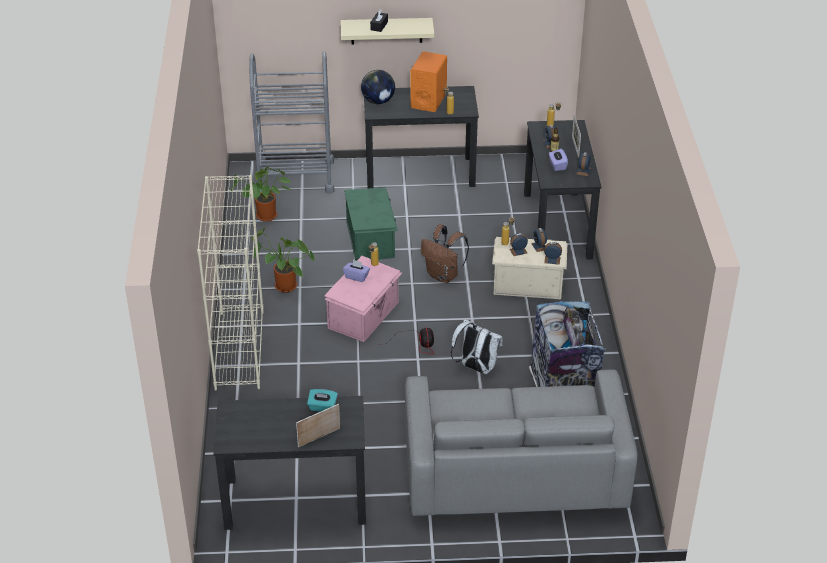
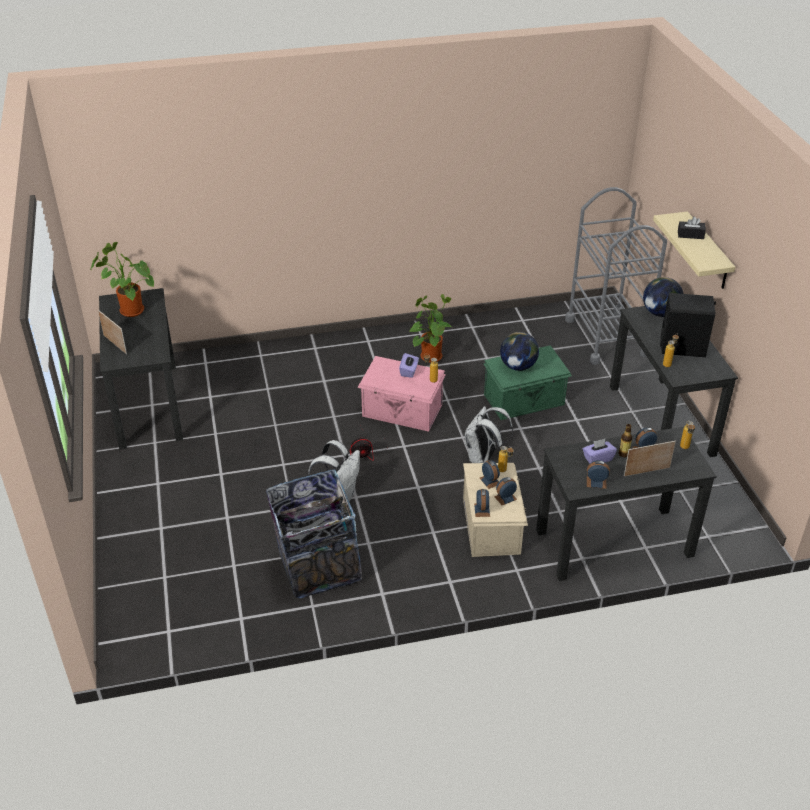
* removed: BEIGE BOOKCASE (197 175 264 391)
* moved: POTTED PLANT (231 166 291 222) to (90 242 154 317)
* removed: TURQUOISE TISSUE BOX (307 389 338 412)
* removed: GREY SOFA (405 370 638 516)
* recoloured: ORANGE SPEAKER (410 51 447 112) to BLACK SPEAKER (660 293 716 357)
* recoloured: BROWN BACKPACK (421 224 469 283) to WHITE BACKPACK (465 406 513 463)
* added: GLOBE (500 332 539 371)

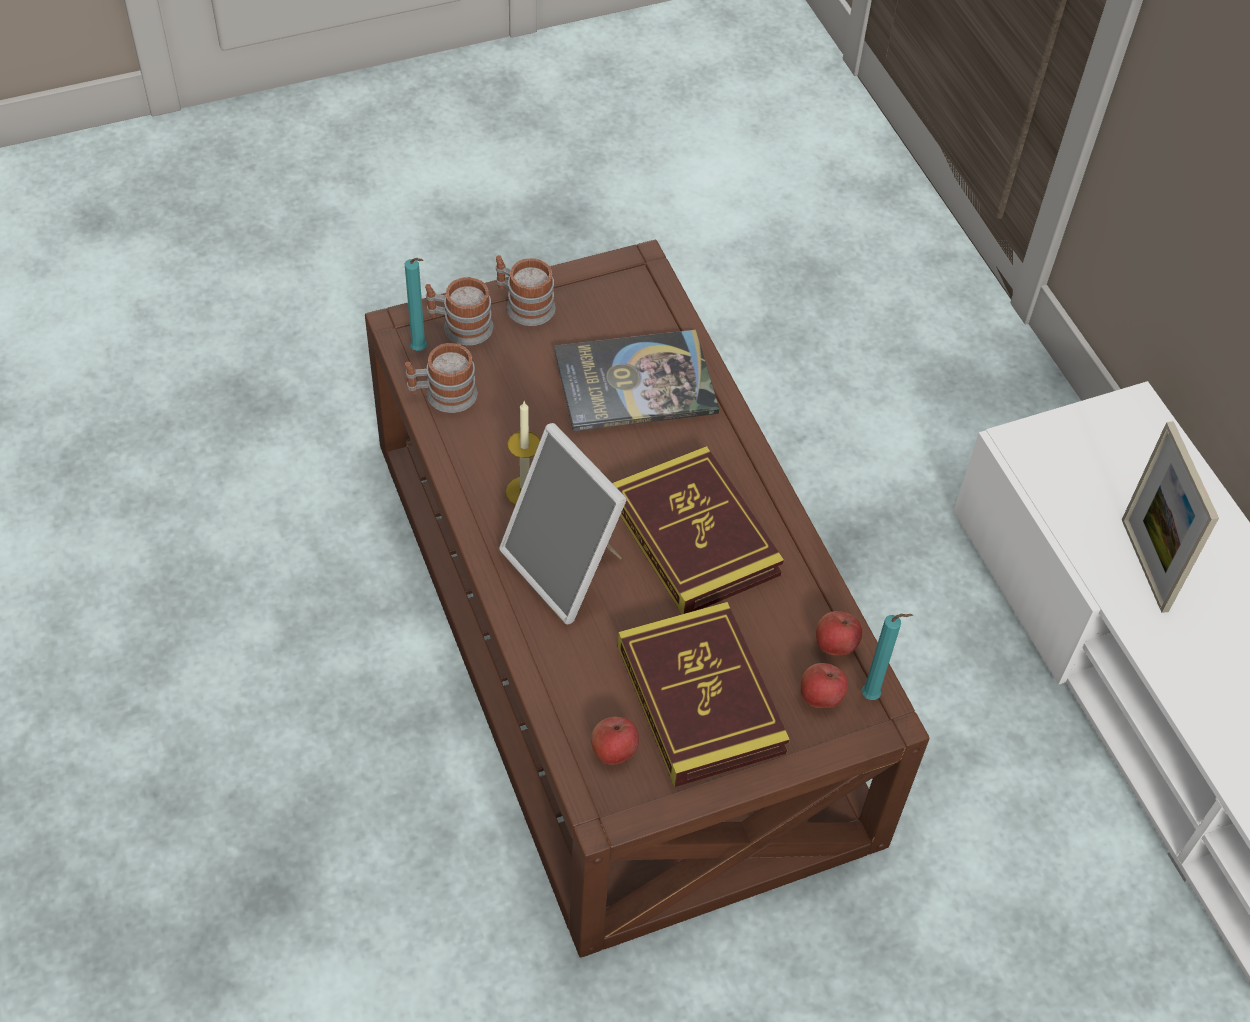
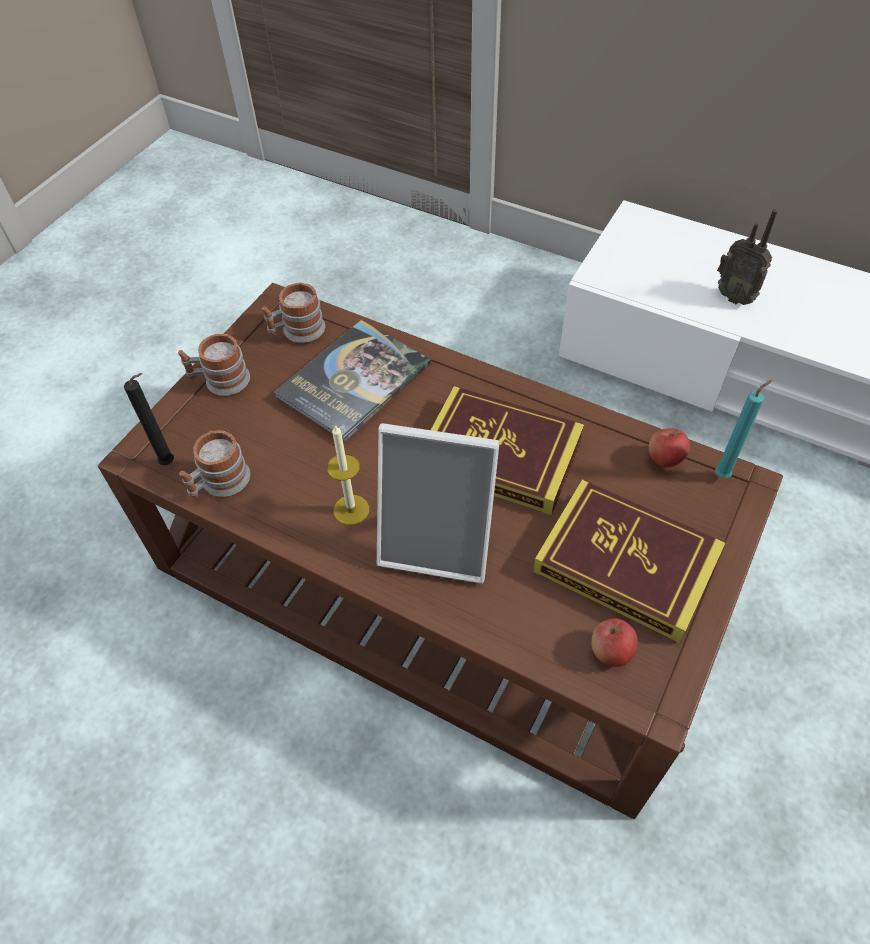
* recoloured: TURQUOISE CANDLE (405 258 427 351) to BLACK CANDLE (124 373 174 465)
* moved: MUG (425 277 493 345) to (262 282 325 343)
* removed: APPLE (801 663 848 708)
* replaced: PICTURE FRAME (1122 421 1219 613) to RADIO (717 209 777 305)

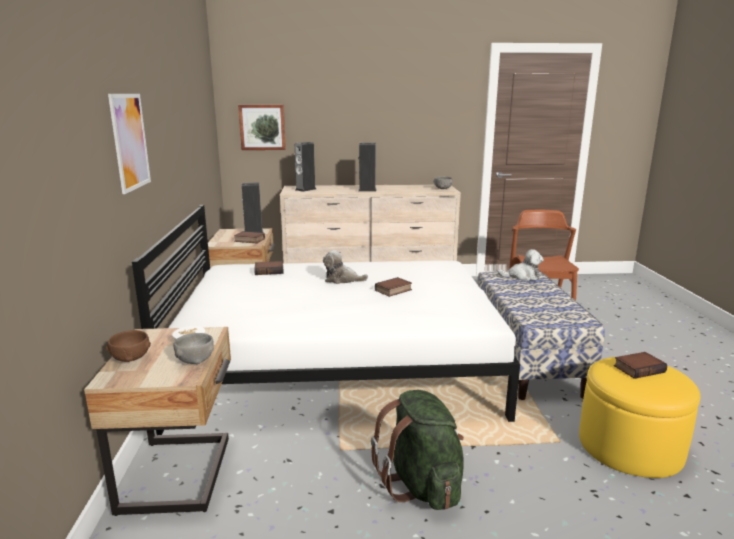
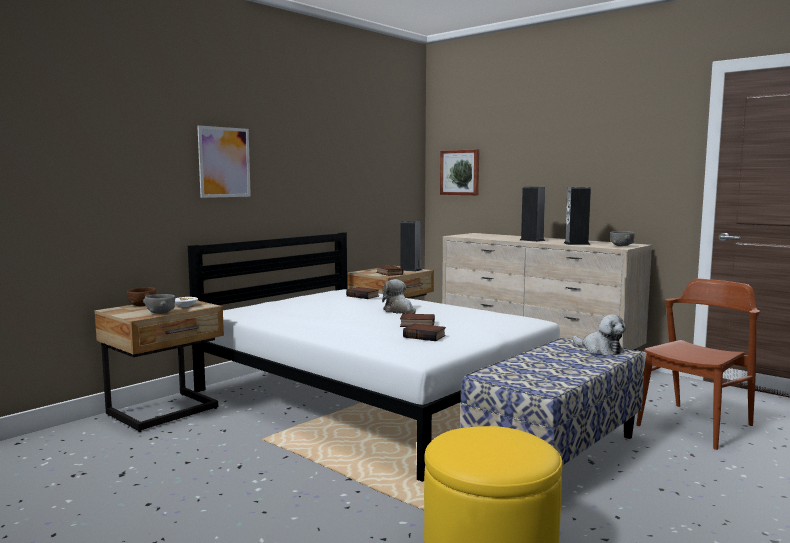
* moved: SPEAKER (295 142 316 192) to (564 187 591 245)
* removed: GREEN BACKPACK (371 390 464 510)
* moved: BOOK (614 352 667 379) to (403 324 446 341)

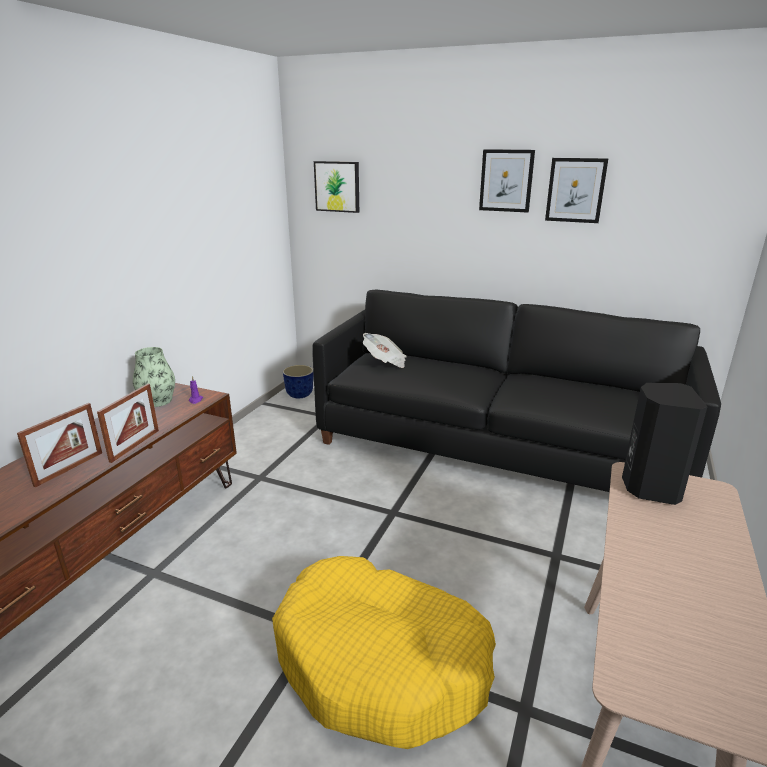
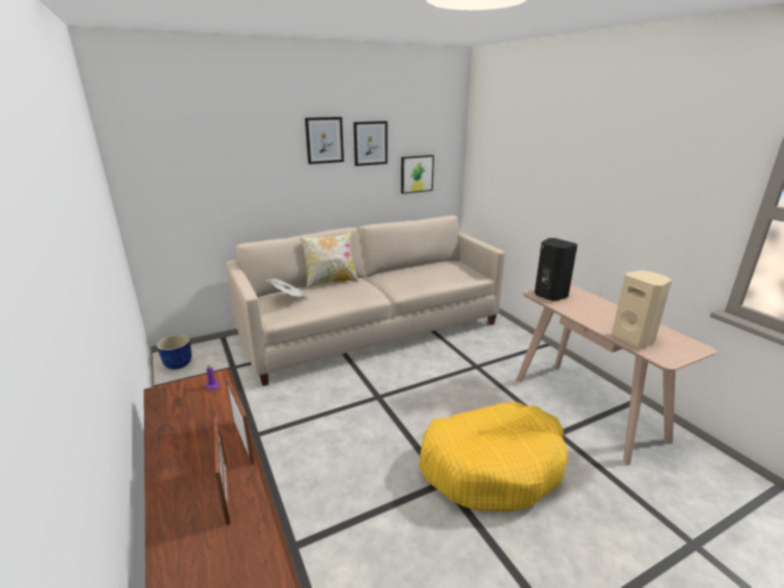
* removed: VASE (133 347 175 407)
* recoloured: BLACK SOFA (312 290 721 492) to BEIGE SOFA (226 215 505 386)
* moved: PICTURE (314 161 359 213) to (401 155 434 194)
* added: PILLOW (300 231 358 288)
* added: BEIGE SPEAKER (612 270 672 348)

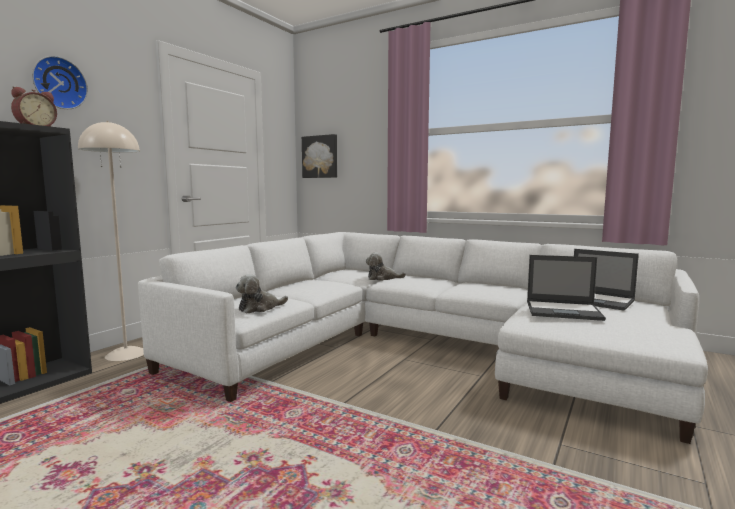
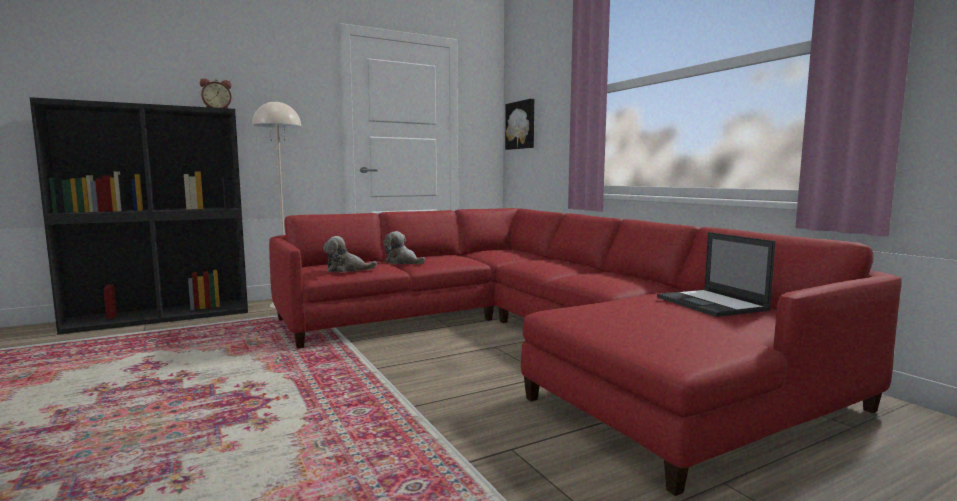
* removed: WALL CLOCK (32 56 88 109)
* recoloured: WHITE SOFA (138 232 708 444) to RED SOFA (269 208 902 496)
* moved: PLUSH TOY (366 252 406 281) to (384 231 425 264)
* removed: LAPTOP (527 255 606 321)

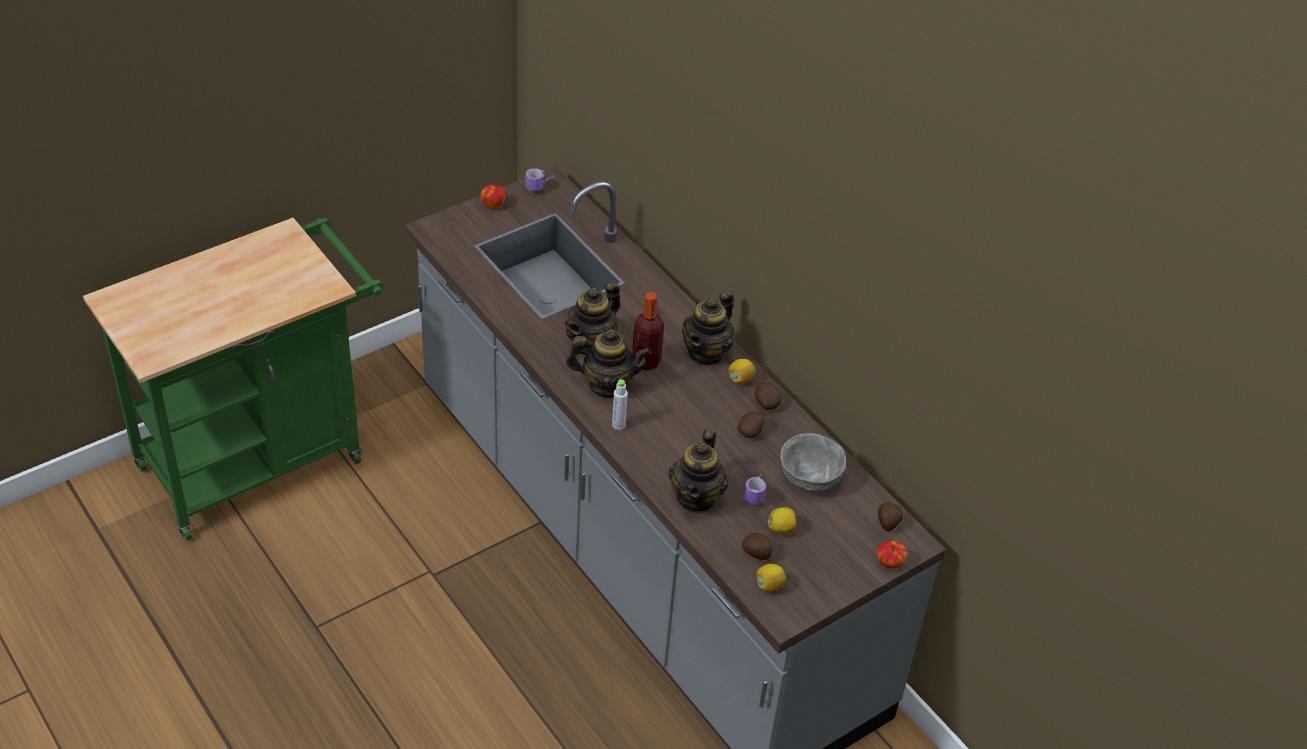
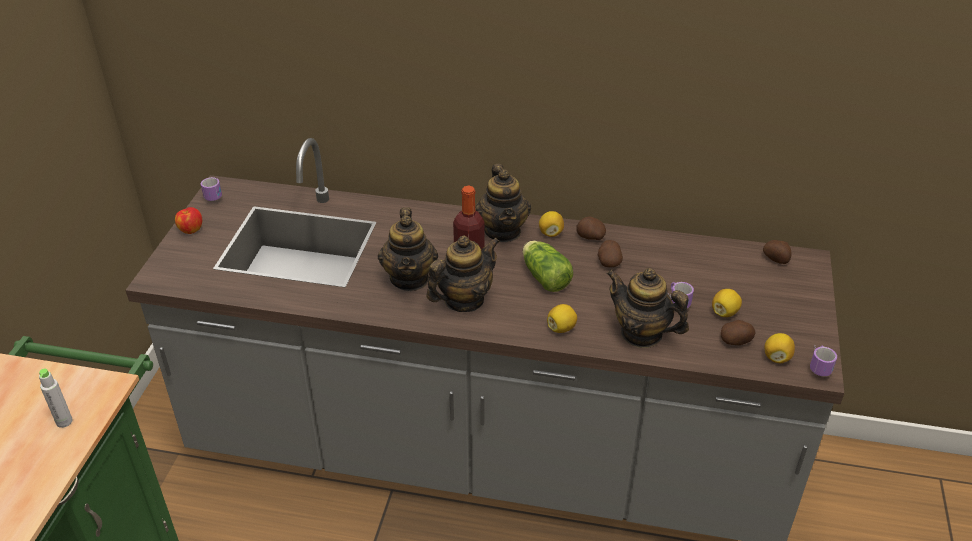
* moved: GREY BOTTLE (612 379 628 430) to (39 368 73 428)
* turned: TEAPOT (669 428 728 513) = (606 268 689 348) 150 degrees clockwise
* removed: GREY BOWL (780 433 846 492)
* removed: APPLE (877 540 907 568)
* added: LETTUCE (523 241 573 292)
* added: LEMON (547 304 577 333)
* added: MUG (810 345 837 376)

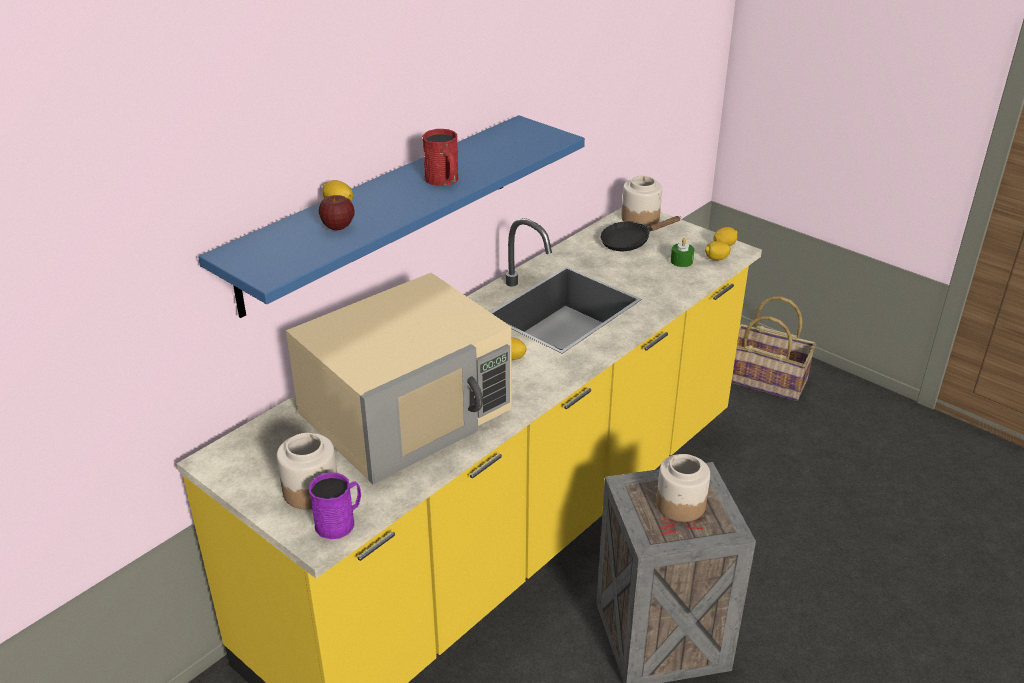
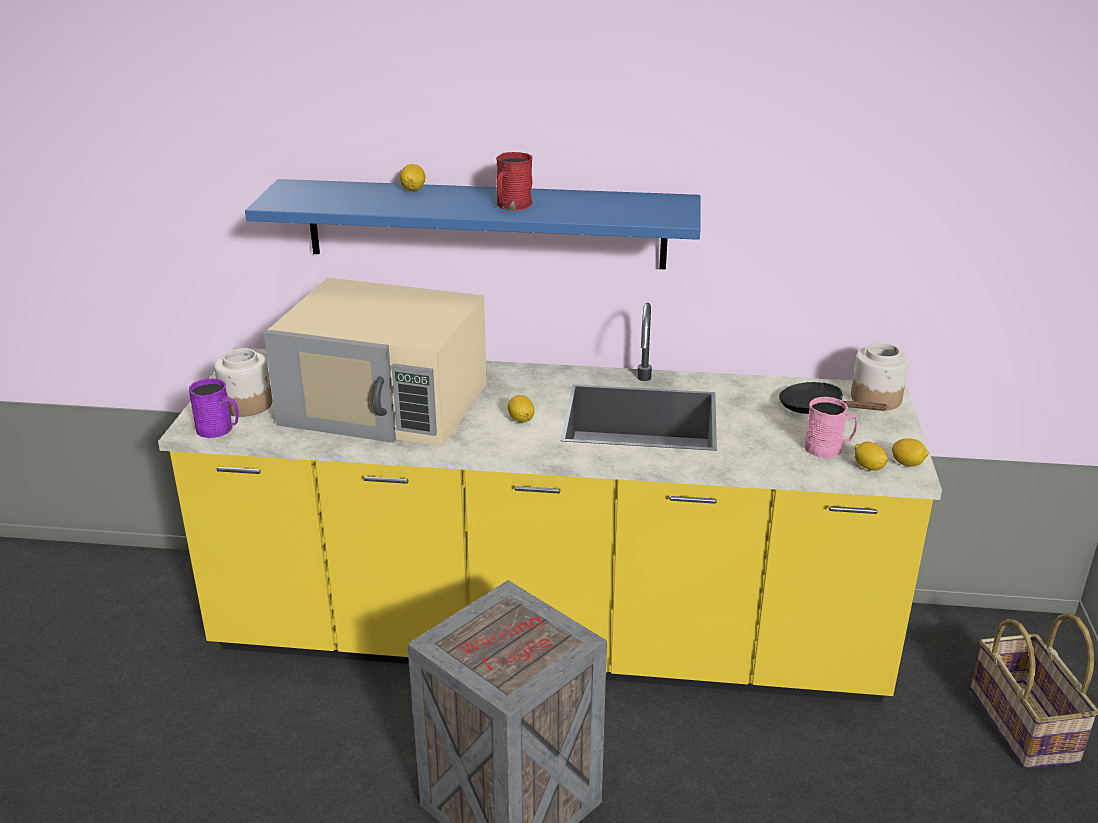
* removed: APPLE (319 195 355 230)
* removed: JAR (656 454 710 522)
* replaced: GREEN CANDLE (671 238 694 267) to PINK MUG (804 397 857 458)

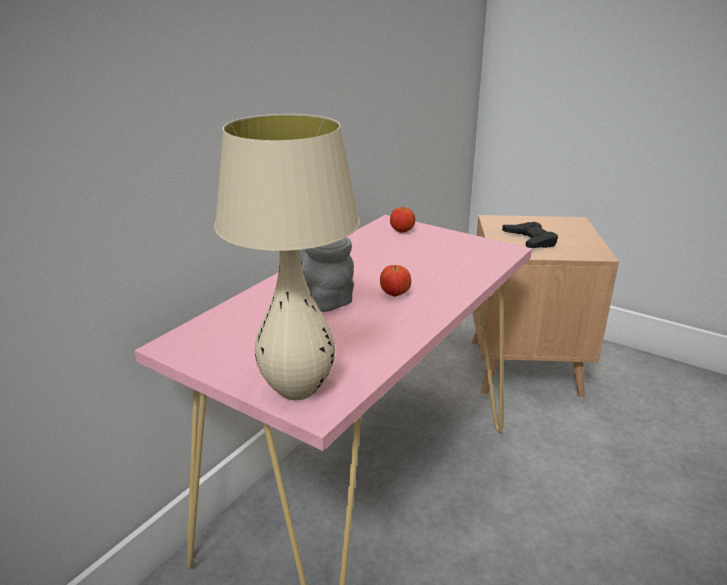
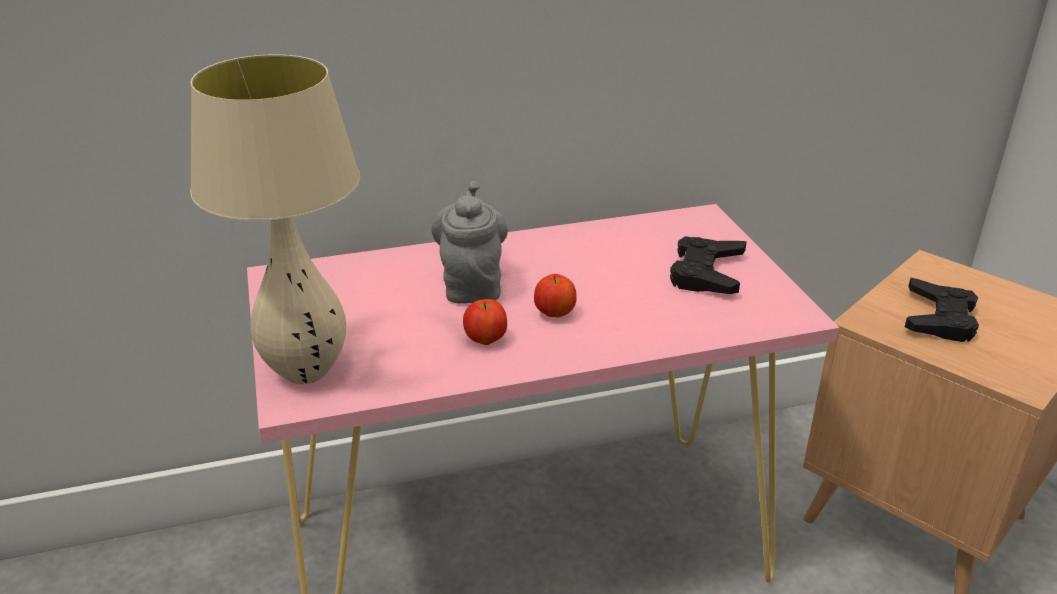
* moved: APPLE (390 207 415 233) to (463 299 507 345)
* added: BLACK GAME CONTROLLER (670 236 747 294)

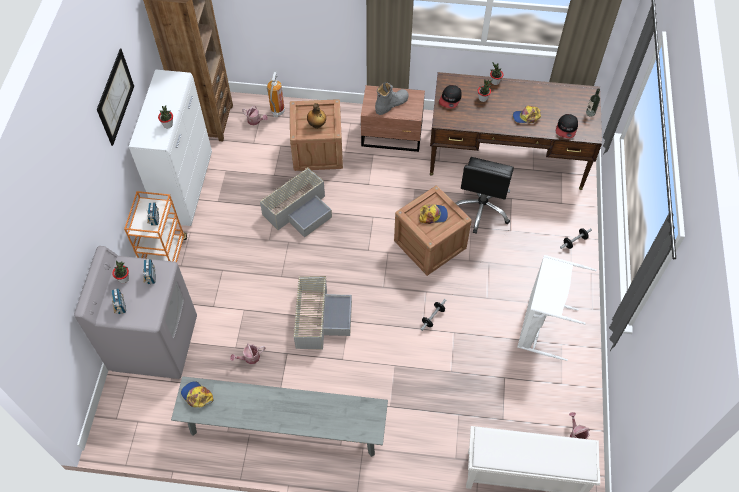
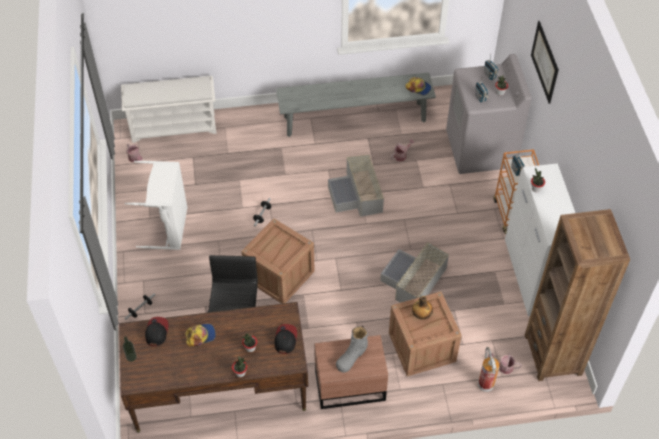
* moved: PICTURE (97 49 134 146) to (531 21 559 104)
* removed: CAP (419 204 448 224)

